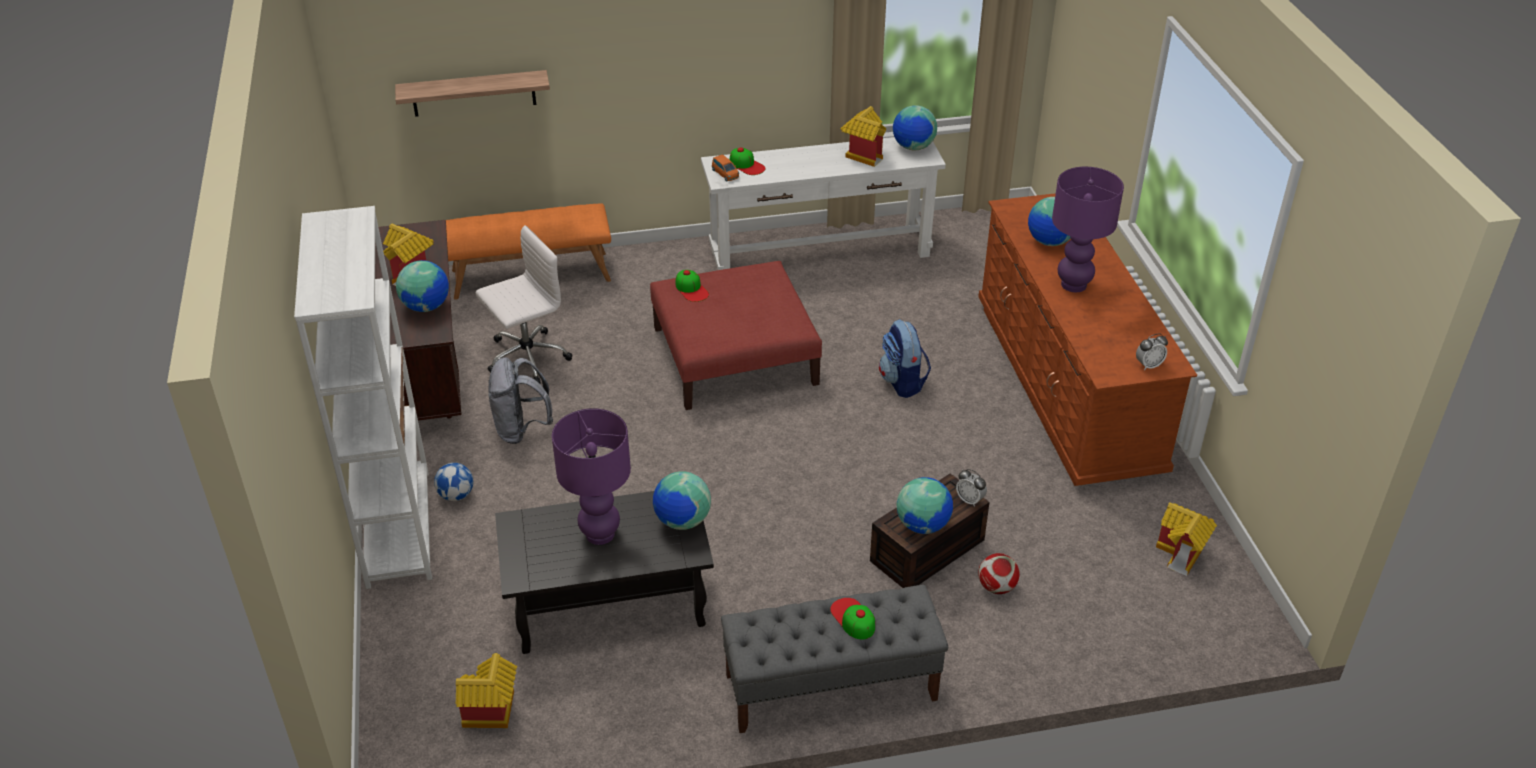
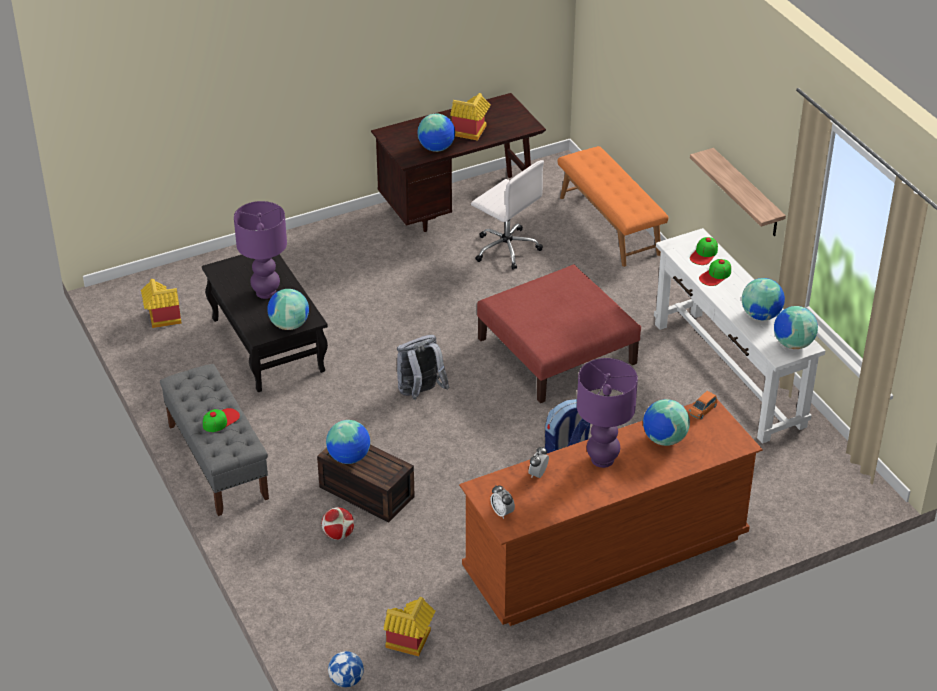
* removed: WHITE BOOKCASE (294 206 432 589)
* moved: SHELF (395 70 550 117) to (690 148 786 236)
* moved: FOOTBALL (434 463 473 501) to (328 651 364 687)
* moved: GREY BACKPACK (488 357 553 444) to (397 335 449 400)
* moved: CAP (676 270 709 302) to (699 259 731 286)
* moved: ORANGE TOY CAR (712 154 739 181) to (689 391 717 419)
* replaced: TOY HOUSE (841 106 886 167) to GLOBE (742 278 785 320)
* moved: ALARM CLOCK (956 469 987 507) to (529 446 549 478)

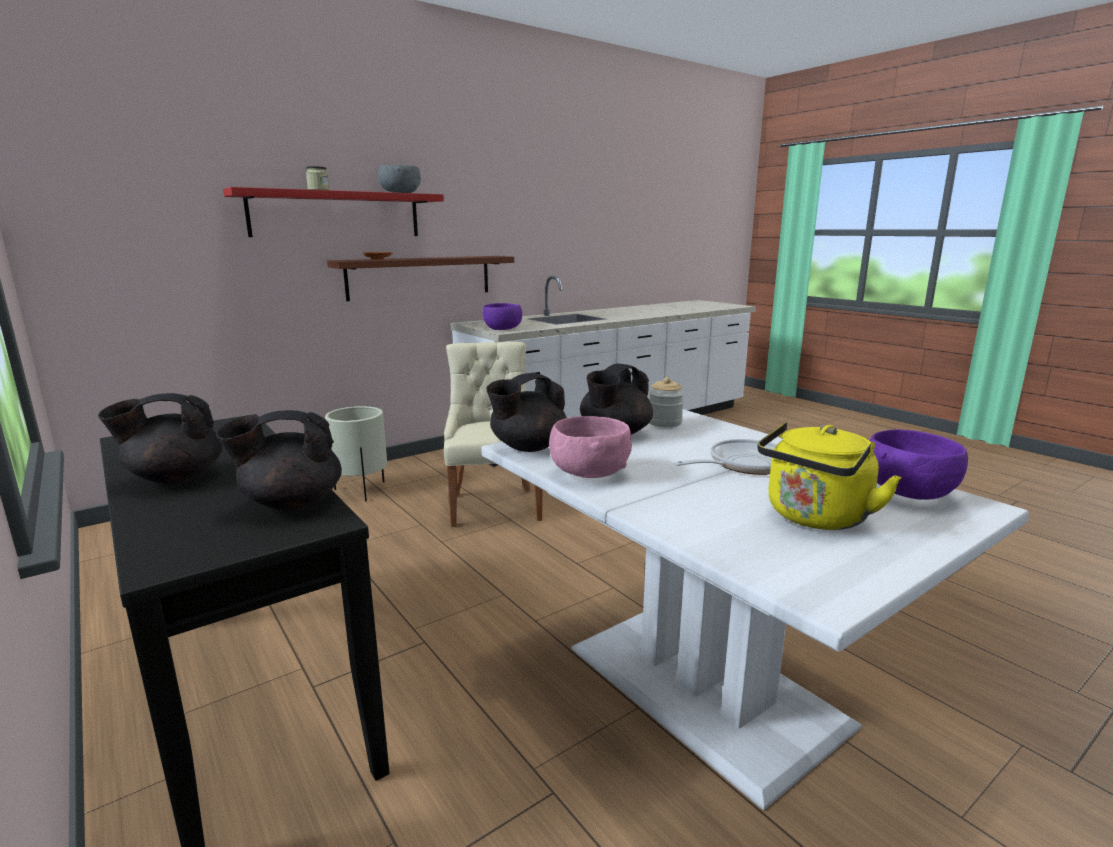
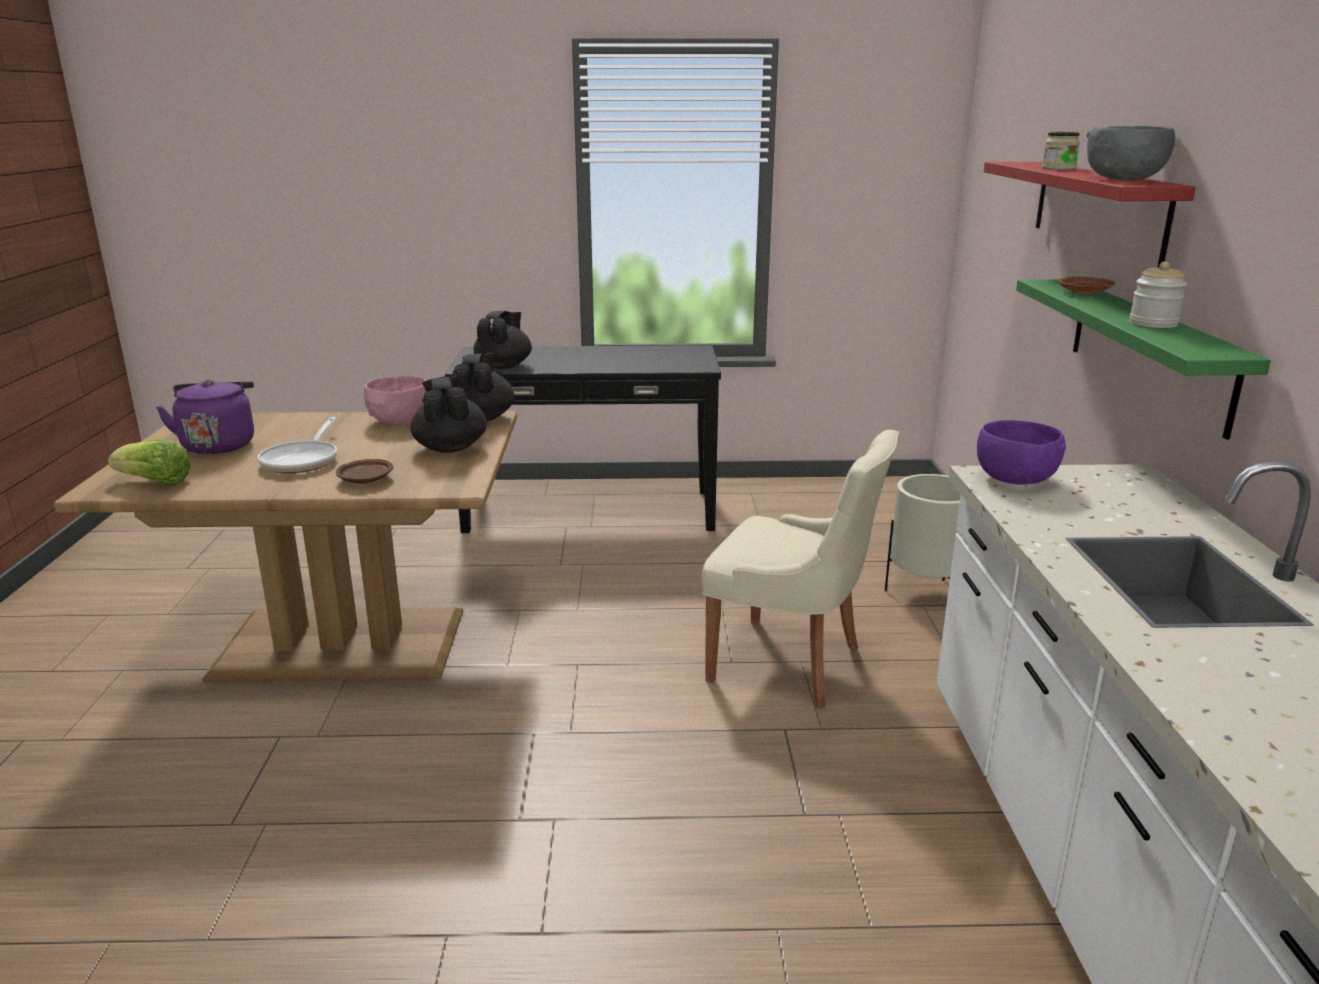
* removed: BLACK TEAPOT (98 393 222 484)
* recoloured: BROWN SHELF (327 256 514 301) to GREEN SHELF (1016 279 1271 440)
* recoloured: WHITE DINING TABLE (481 409 1029 810) to BROWN DINING TABLE (54 411 517 682)
* moved: JAR (649 377 684 427) to (1129 261 1187 328)
* recoloured: YELLOW KETTLE (757 422 902 530) to PURPLE KETTLE (156 380 254 454)
* replaced: PURPLE BOWL (869 430 968 500) to LETTUCE (108 440 191 485)
* added: BROWN PLATE (336 459 393 484)

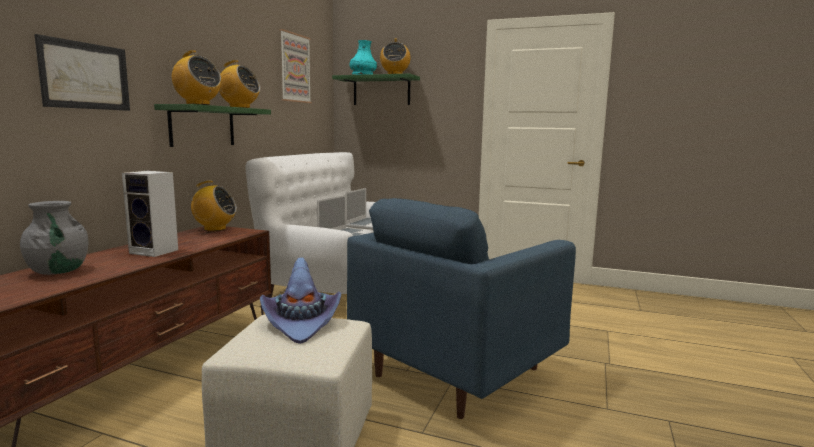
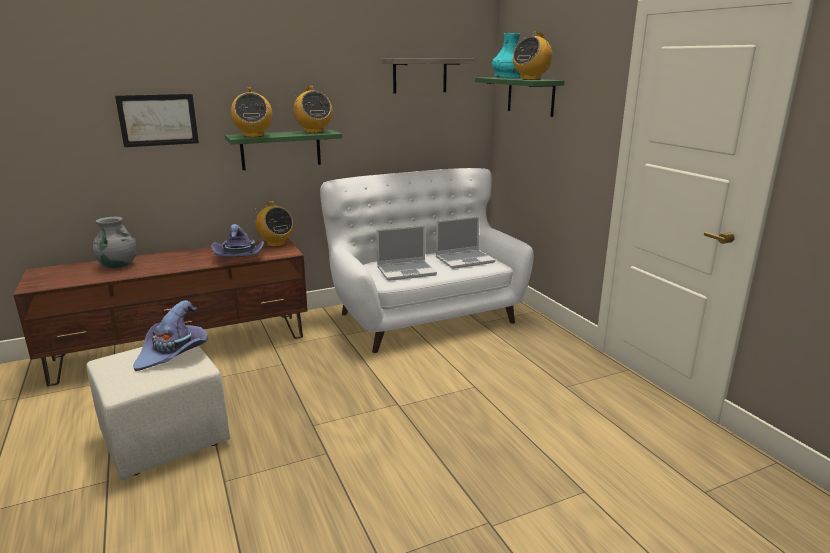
* removed: SPEAKER (122 171 178 257)
* replaced: PICTURE (280 29 312 103) to SHELF (381 58 475 94)
* removed: BLUE ARMCHAIR (347 198 576 419)
* added: PURPLE HAT (211 224 264 257)

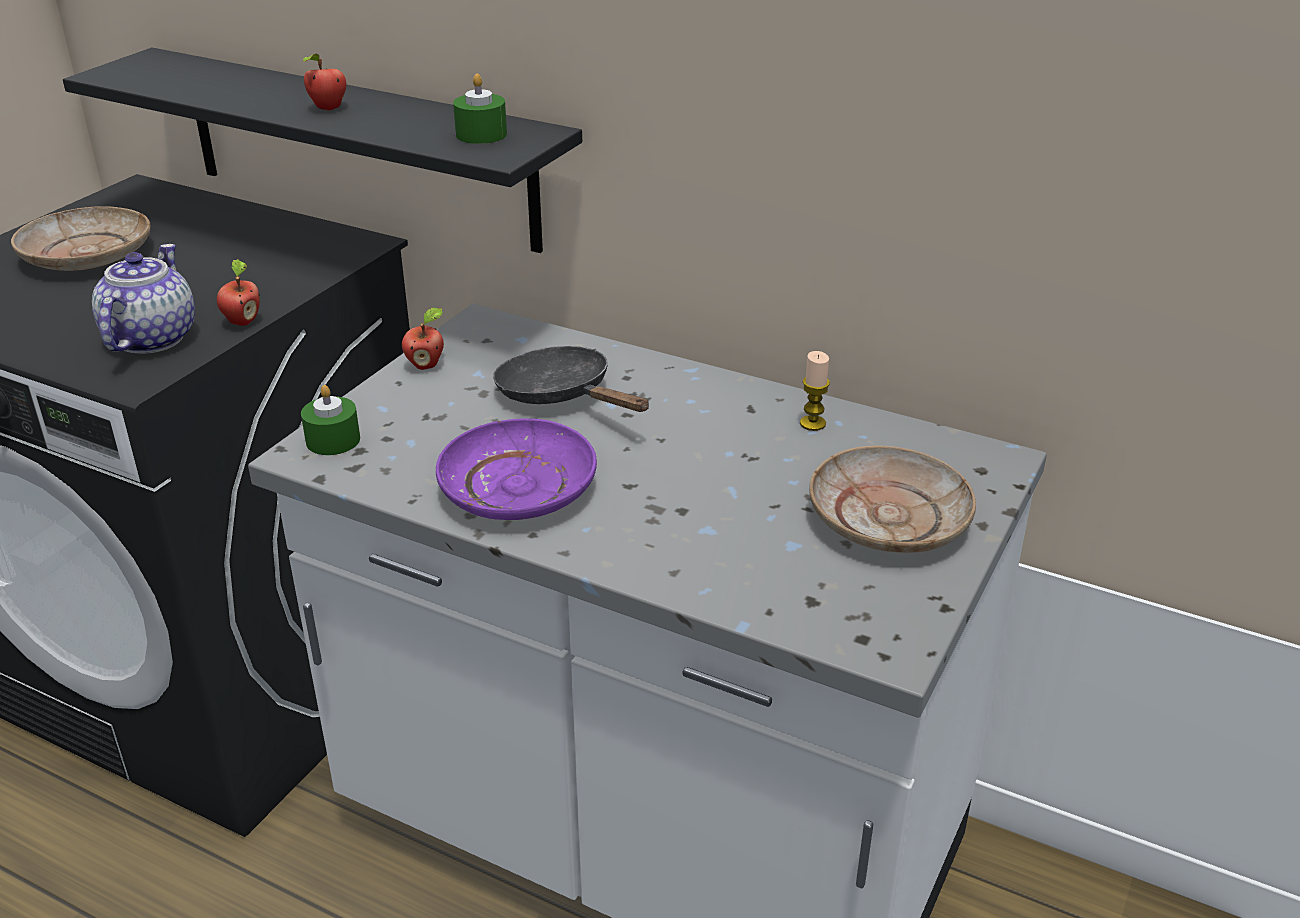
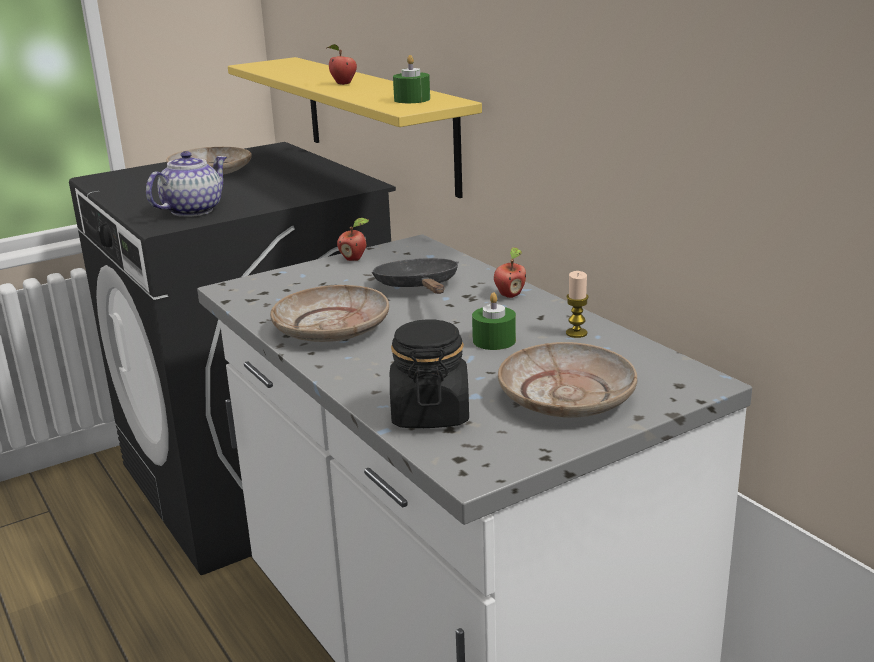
* recoloured: BLACK SHELF (63 48 582 253) to YELLOW SHELF (228 57 482 198)
* moved: APPLE (217 259 260 326) to (494 247 526 298)
* moved: GREEN CANDLE (301 385 360 455) to (472 292 516 350)
* recoloured: PURPLE PLATE (436 419 597 520) to BEIGE PLATE (270 285 389 342)
* added: BLACK JAR (390 319 469 428)

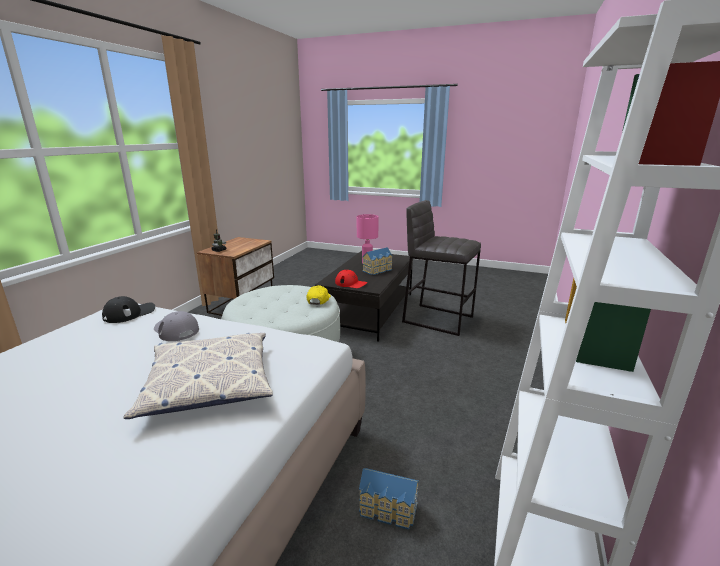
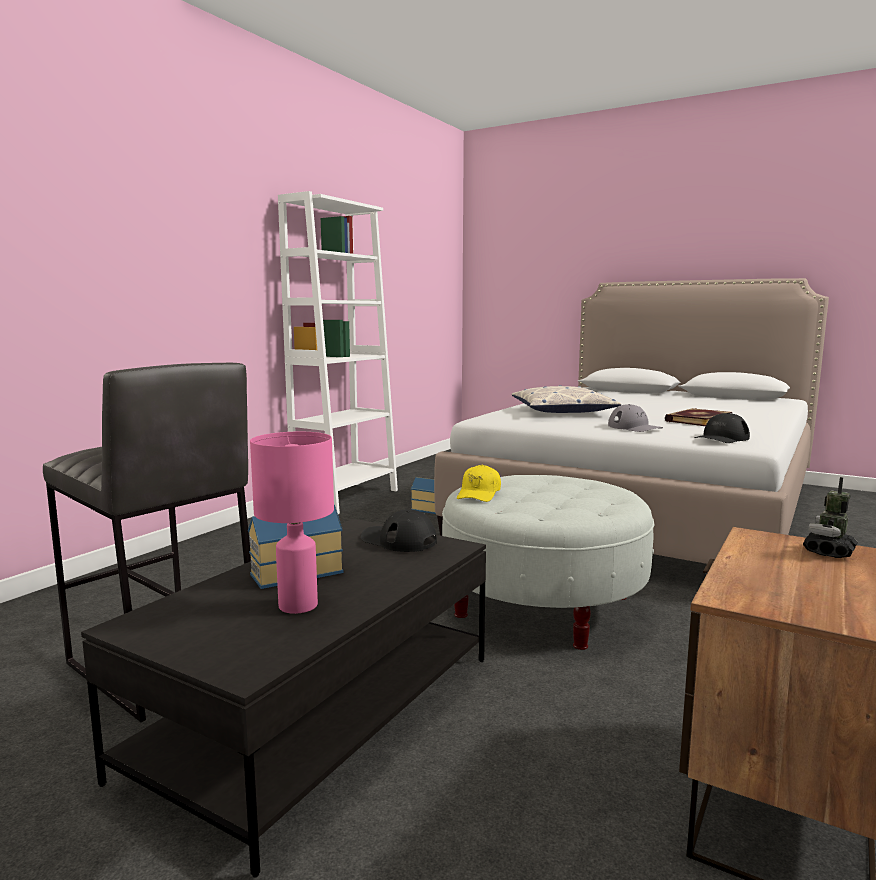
* recoloured: RED CAP (335 270 367 288) to BLACK CAP (361 509 437 552)
* added: BOOK (665 408 732 426)

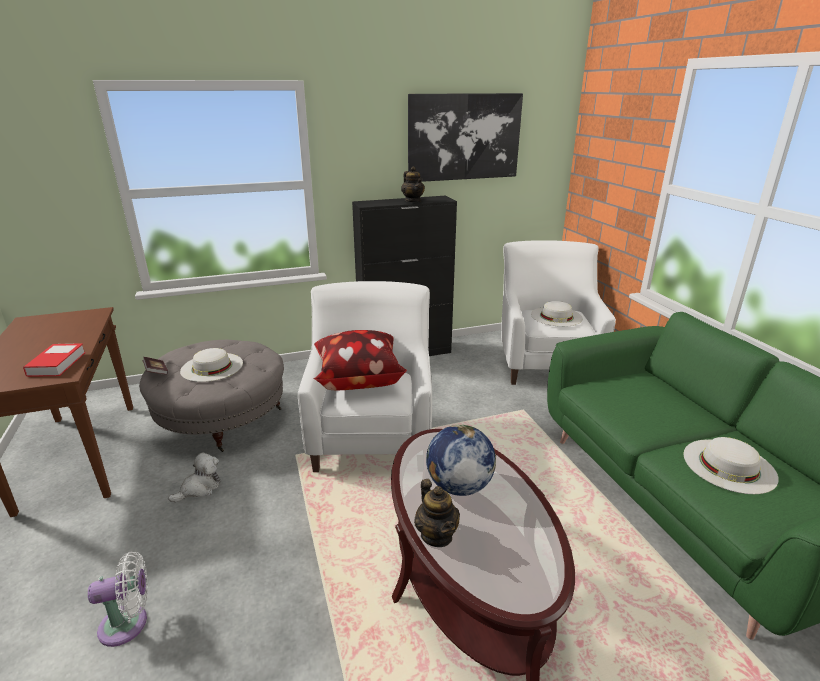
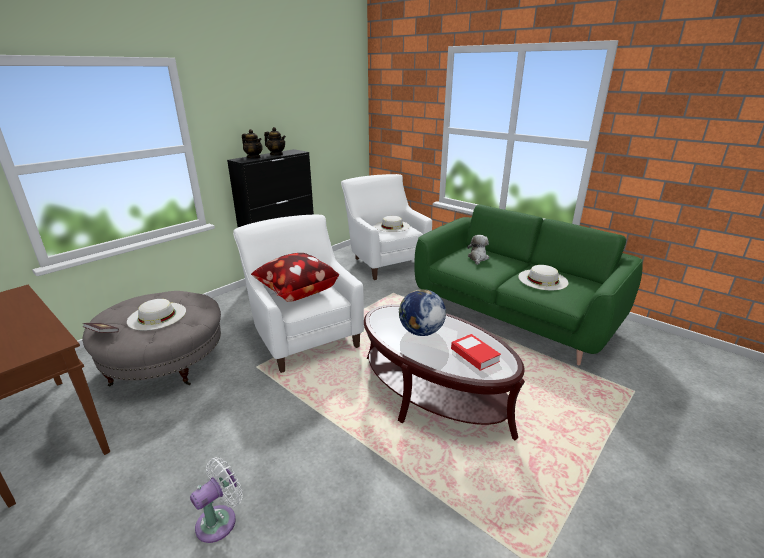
* moved: BOOK (23 343 86 377) to (451 334 501 371)
* moved: PLUSH TOY (168 452 221 502) to (467 235 489 265)
* removed: PICTURE (408 93 523 182)
* moved: TEAPOT (414 479 460 547) to (242 129 263 159)

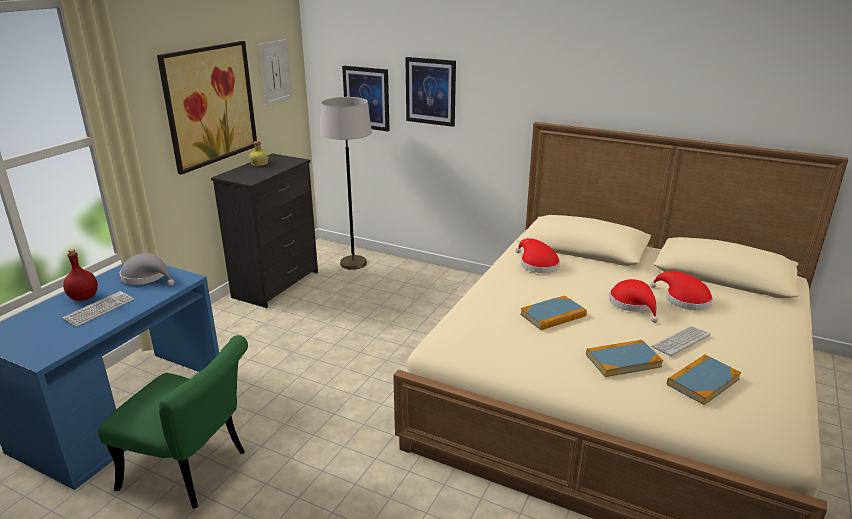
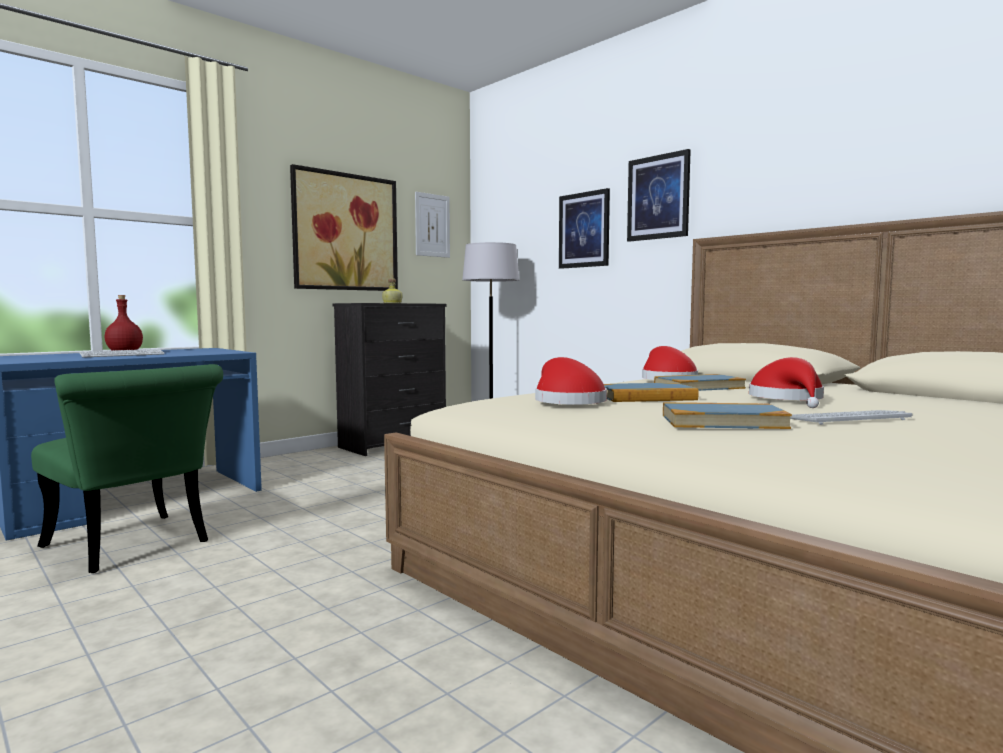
* removed: GREY HAT (120 253 174 286)
* moved: PICTURE (342 66 390 131) to (627 149 691 242)
* moved: RED HAT (650 271 713 310) to (535 357 607 405)
* moved: BOOK (667 355 741 405) to (654 374 746 391)

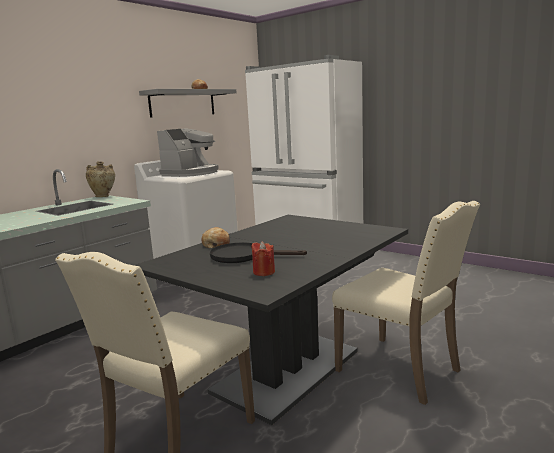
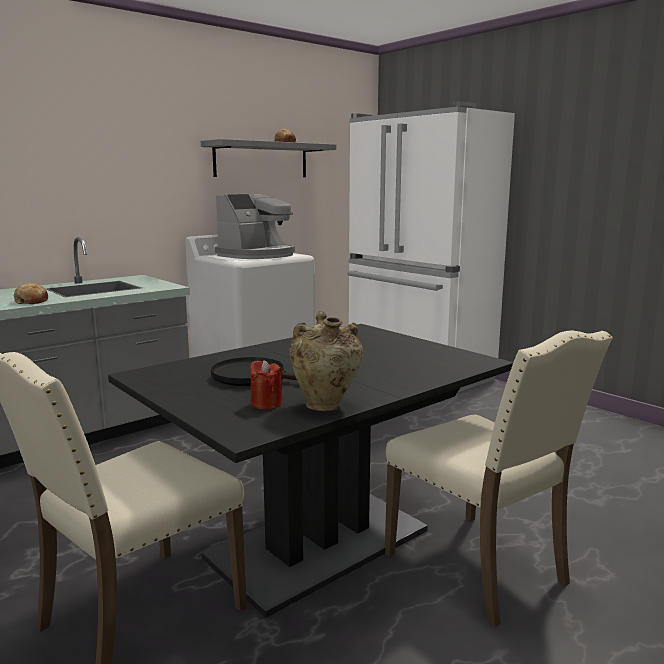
* moved: BEIGE VASE (86 161 115 197) to (289 311 363 411)
* moved: BREAD (202 227 230 248) to (14 283 48 304)

